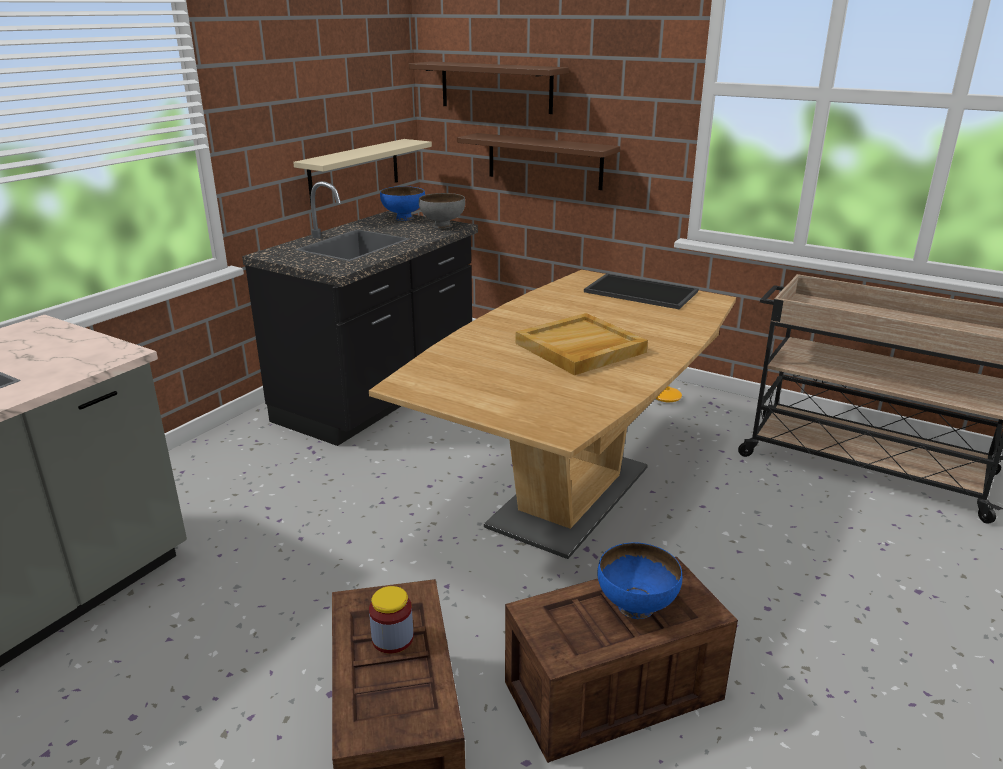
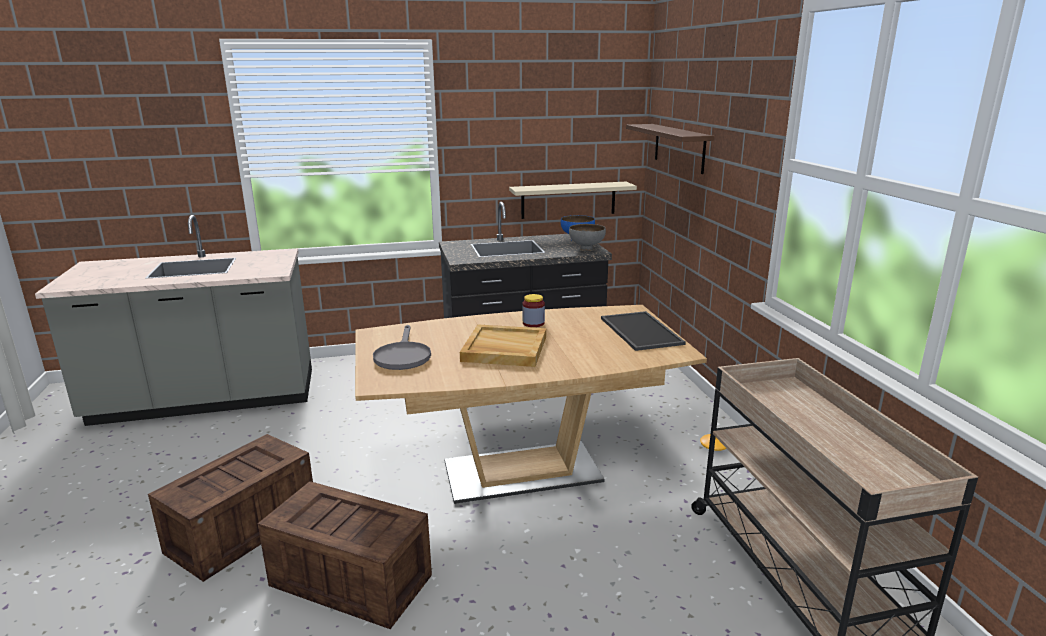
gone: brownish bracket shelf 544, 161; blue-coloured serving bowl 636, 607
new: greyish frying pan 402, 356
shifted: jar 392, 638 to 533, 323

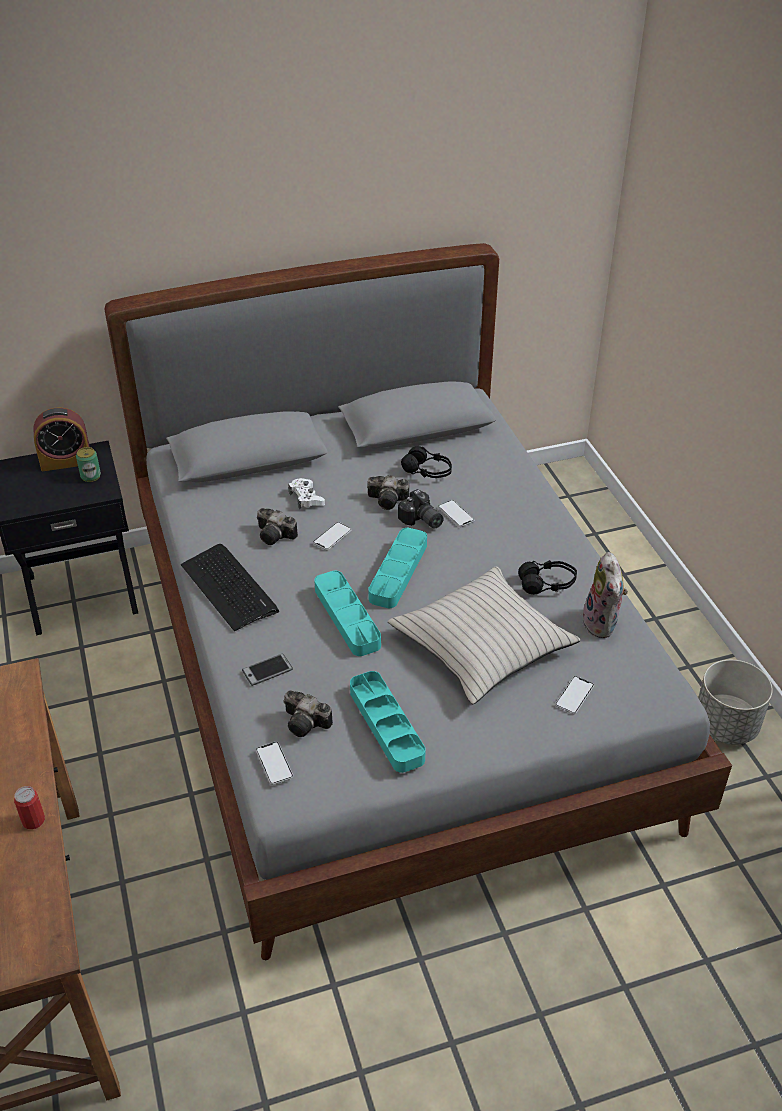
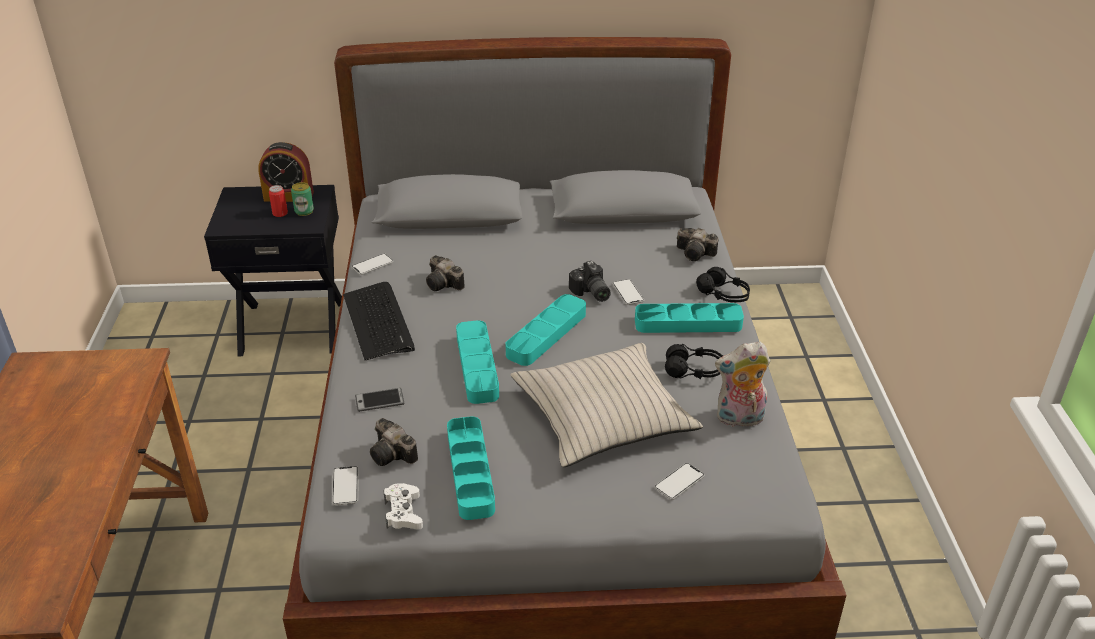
gone: greyish flower pot 726, 726
new: turquoise tray 688, 323
shifted: sealed can 33, 820 to 280, 213; white-coloured joypad 306, 498 to 403, 513; telephone 332, 537 to 372, 265; photo camera 389, 500 to 696, 254; black-coloured headset 427, 471 to 723, 295
rotated: soft toy 602, 624 = 739, 419 75 degrees clockwise

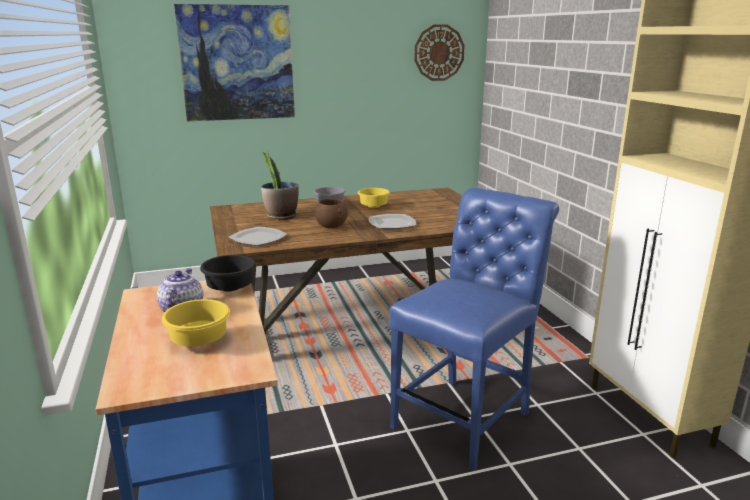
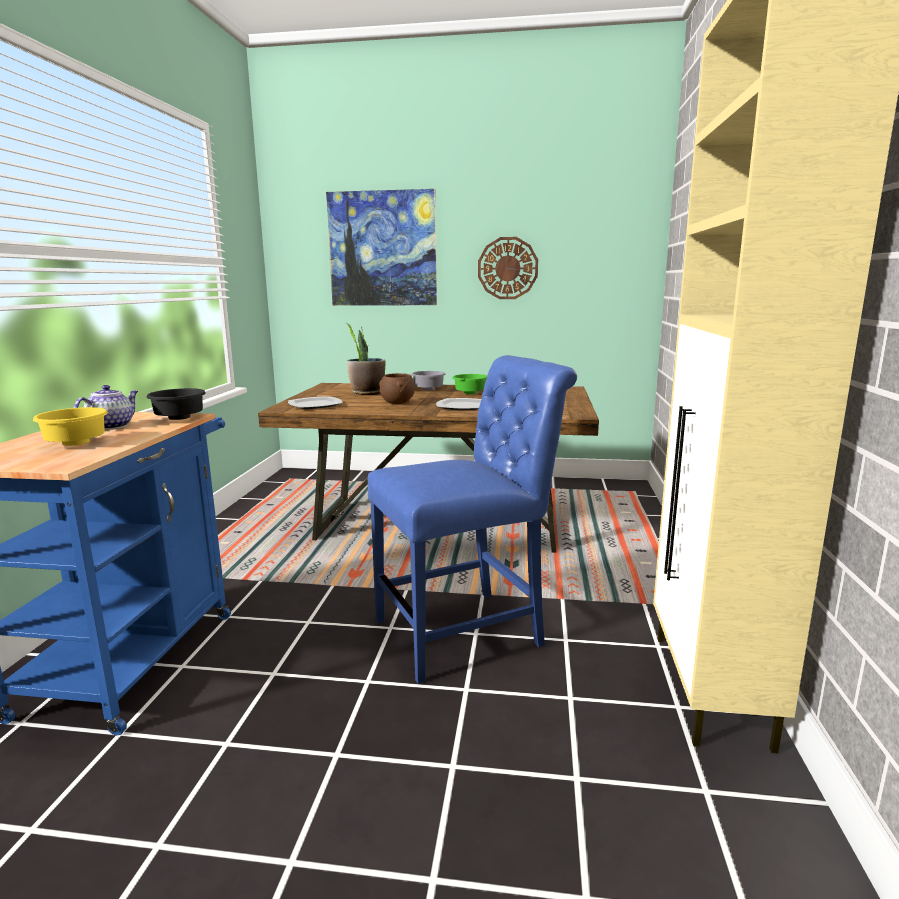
shifted: wall clock 439, 52 to 507, 268
repainted: yellow serving bowl 372, 207 to green-coloured serving bowl 469, 394

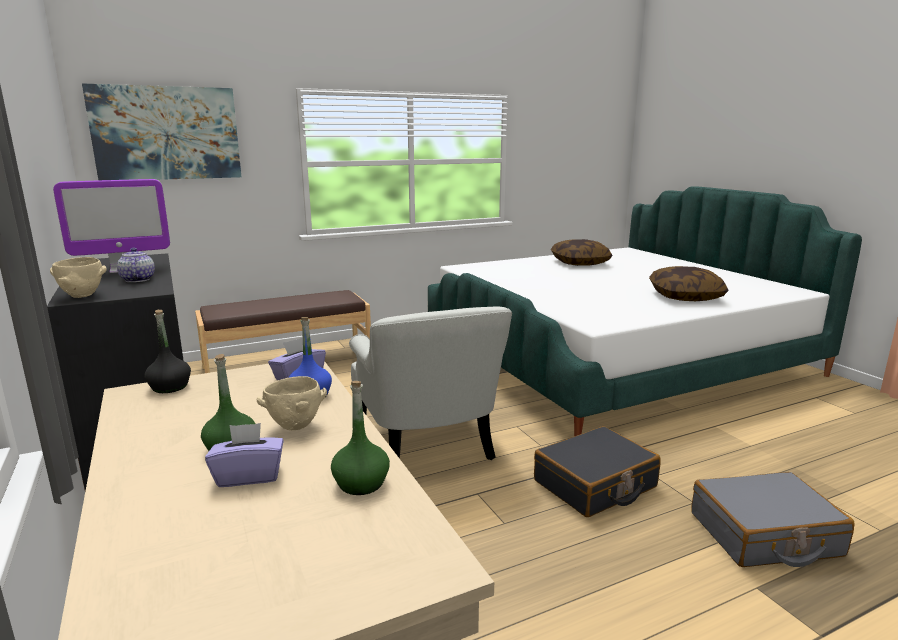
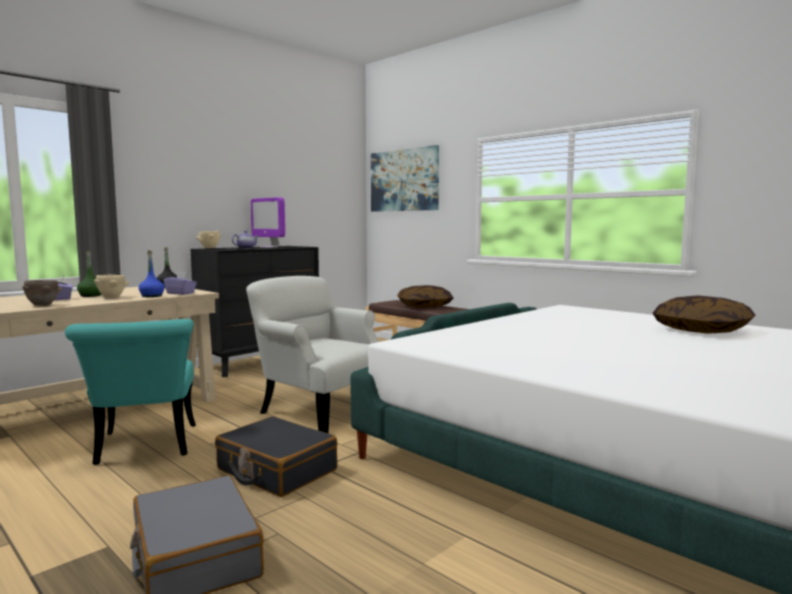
new: turquoise chair 145, 449
shifted: pillow 685, 297 to 424, 306
swapped: green-coloured beverage bottle 361, 483 to brownish serving bowl 43, 305
rotated: white-coloured armchair 428, 443 = 321, 409 75 degrees clockwise

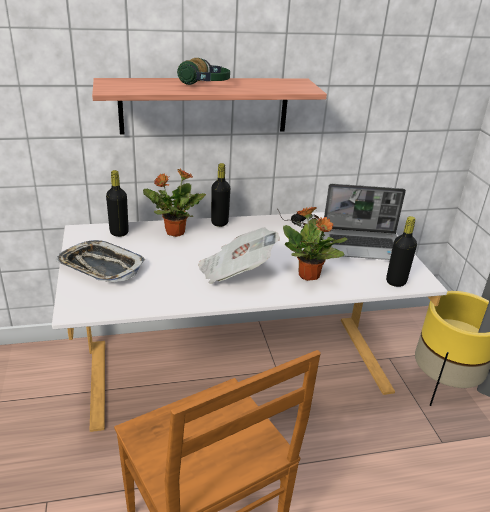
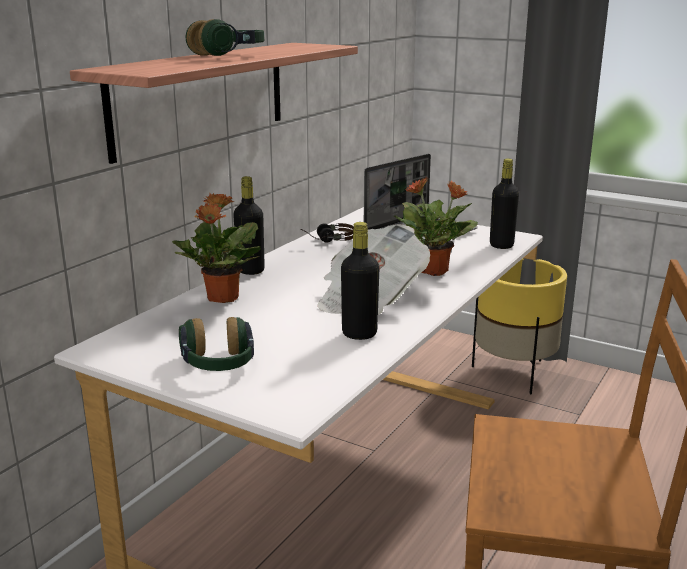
shifted: black-coloured beverage bottle 119, 232 to 359, 334
swapped: tray 101, 267 to headset 219, 364

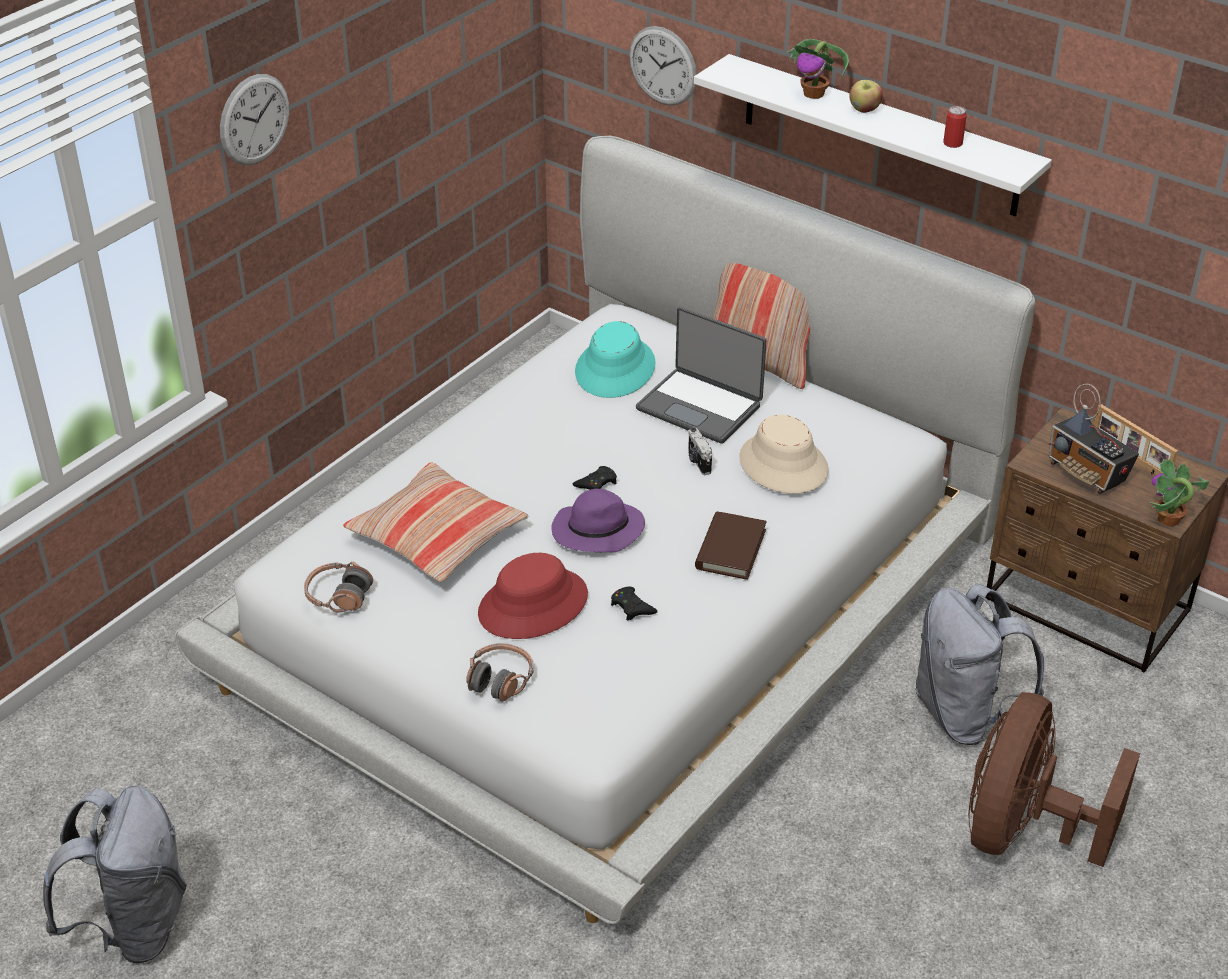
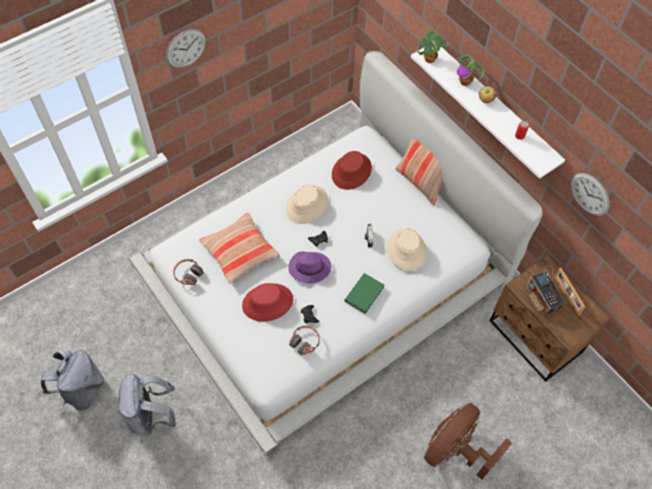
gone: notebook computer 700, 406
new: beige-coloured clothing hat 307, 205
shifted: headset 500, 680 to 305, 342; wall clock 663, 66 to 589, 194; greyish backpack 964, 715 to 151, 416; plant in a pot 1168, 520 to 429, 59
repainted: turquoise clothing hat 615, 369 to reddish clothing hat 351, 171; brownish bound book 730, 549 to green-coloured bound book 364, 294

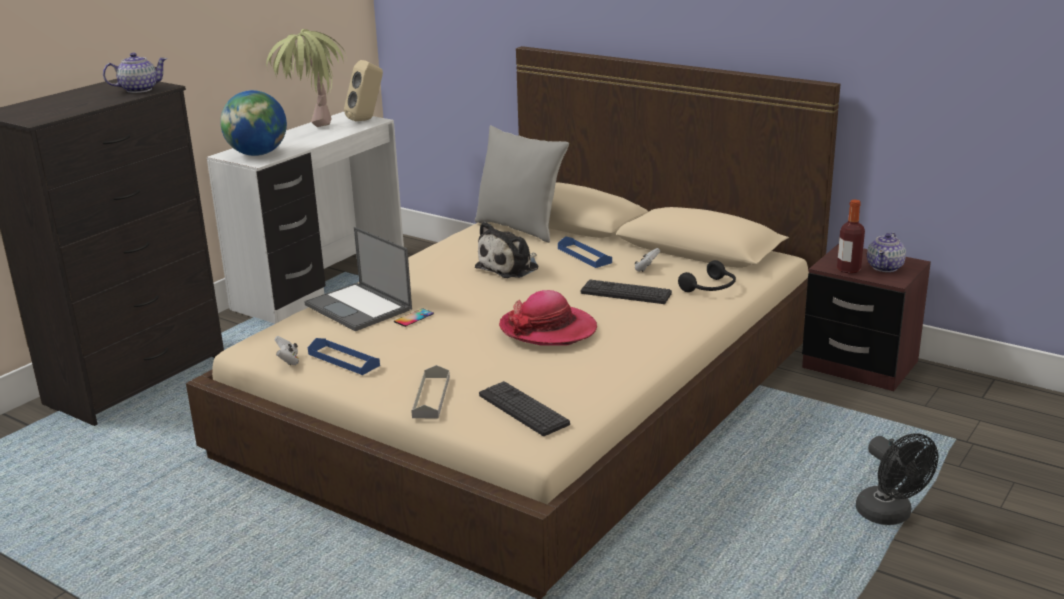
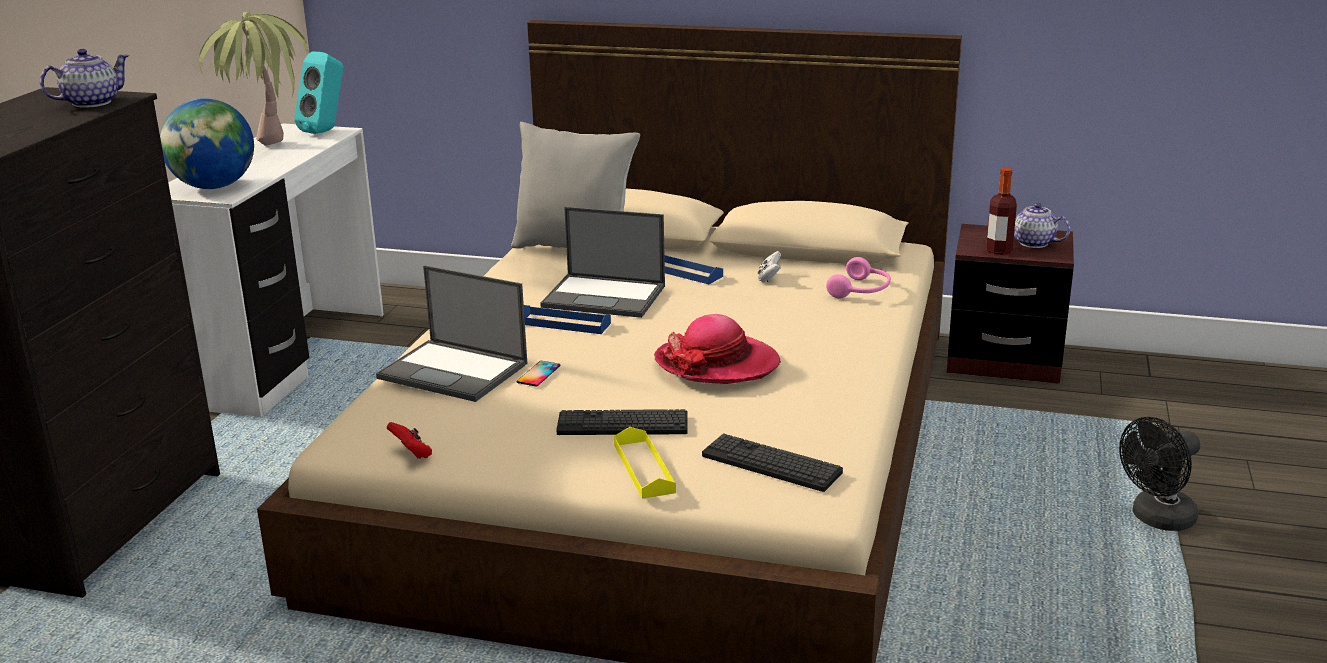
shifted: blue-coloured tray 343, 360 to 564, 323; PC keyboard 626, 293 to 622, 424
swapped: soft toy 510, 267 to notebook computer 605, 296
repainted: white-coloured joypad 288, 361 to reddish joypad 412, 454; beige-coloured audio speaker 367, 119 to turquoise audio speaker 326, 131; greyish tray 431, 397 to yellow tray 644, 468; black-coloured headset 710, 288 to pinkish headset 862, 291
rotated: black-coloured cooling fan 890, 516 = 1157, 519 105 degrees clockwise; pot for tea 885, 267 = 1034, 243 120 degrees clockwise

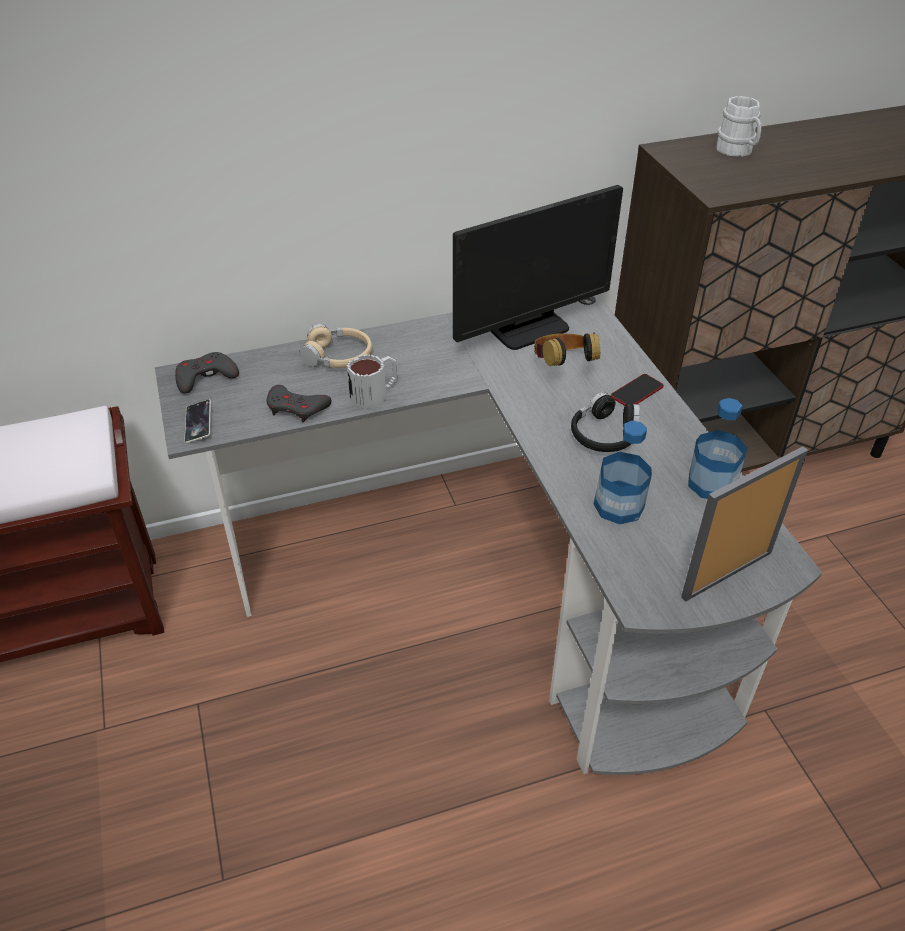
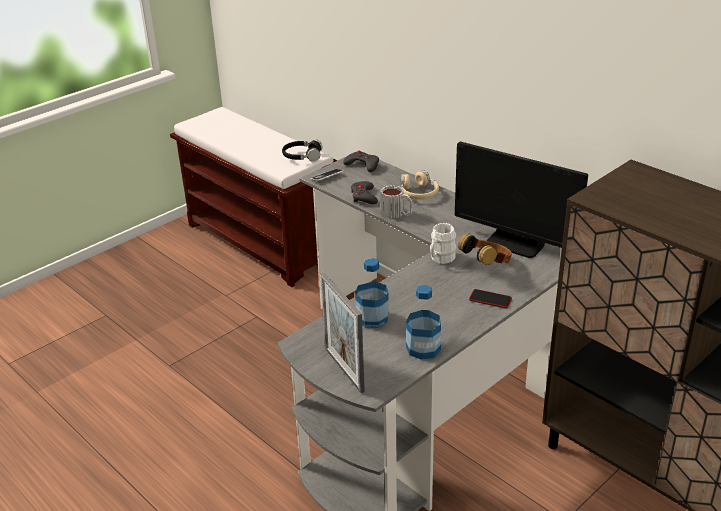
shifted: black-coloured headset 605, 434 to 302, 156; white-coloured coffee mug 737, 151 to 440, 258
rotated: picture frame 727, 574 = 344, 369 150 degrees counterclockwise

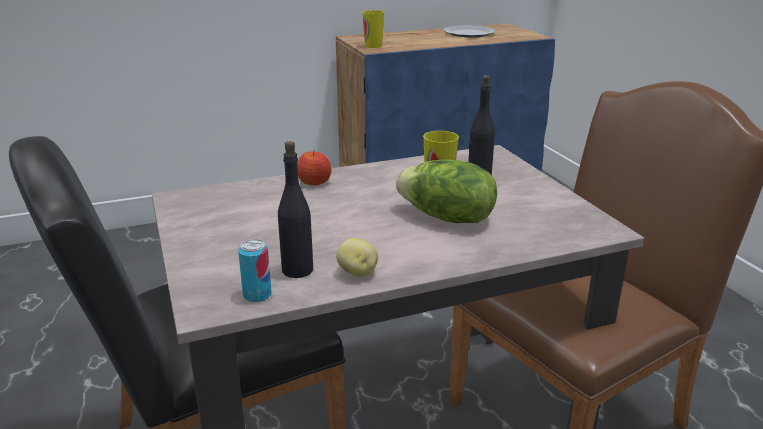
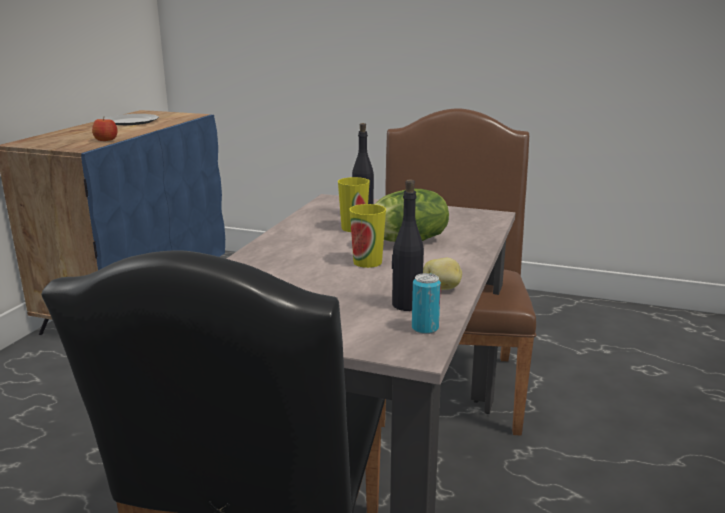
shifted: apple fruit 315, 182 to 106, 140; cup 373, 46 to 367, 262

